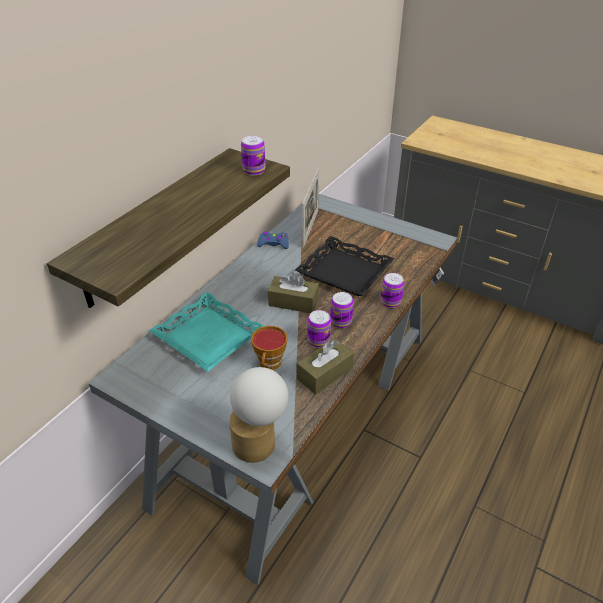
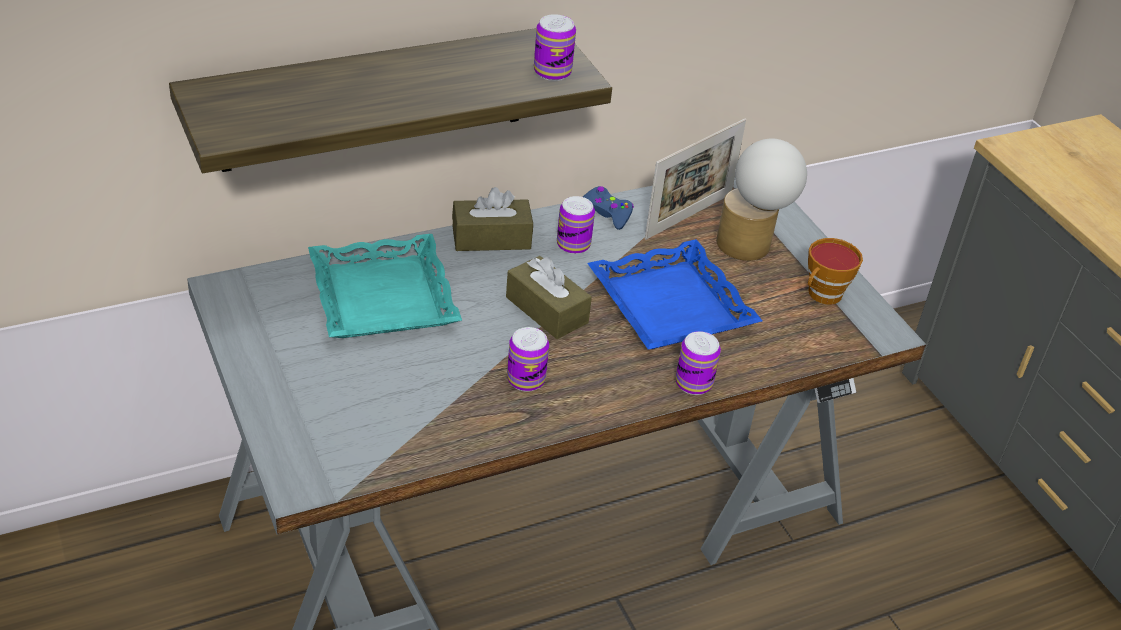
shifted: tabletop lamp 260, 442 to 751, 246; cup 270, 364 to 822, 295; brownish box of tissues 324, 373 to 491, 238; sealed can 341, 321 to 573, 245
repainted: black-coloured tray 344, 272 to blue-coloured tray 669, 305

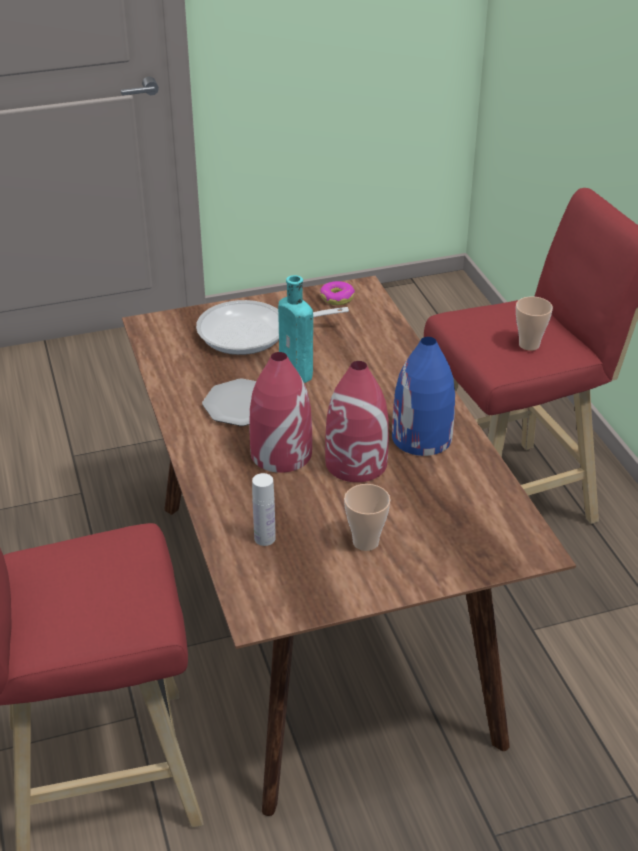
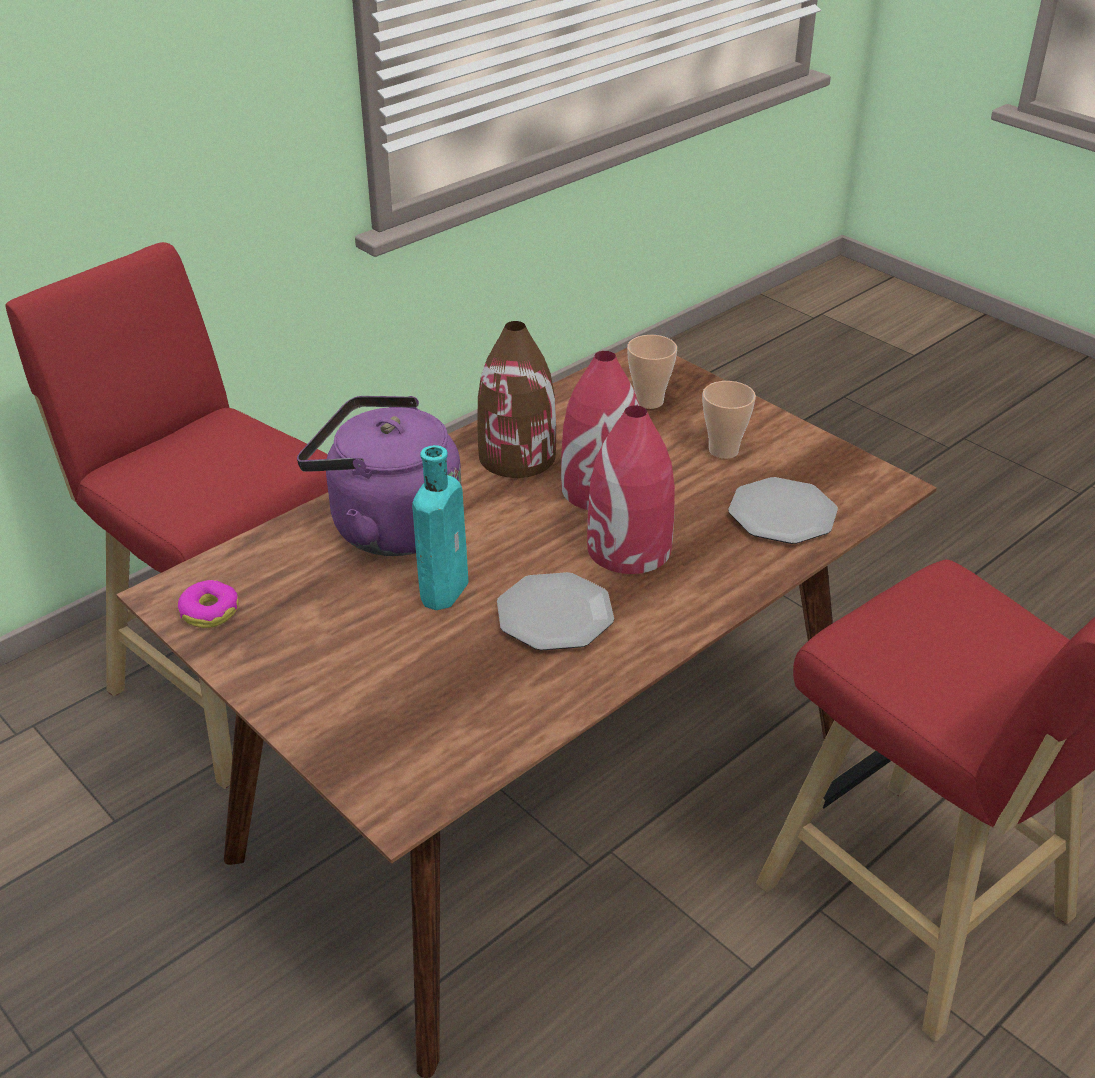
gone: frying pan 252, 333
new: purplish tea kettle 388, 526
shifted: cup 529, 345 to 649, 401
swapped: white-coloured beverage bottle 265, 538 to flat dish 781, 515
repainted: blue-coloured decorative vase 421, 438 to brownish decorative vase 518, 457

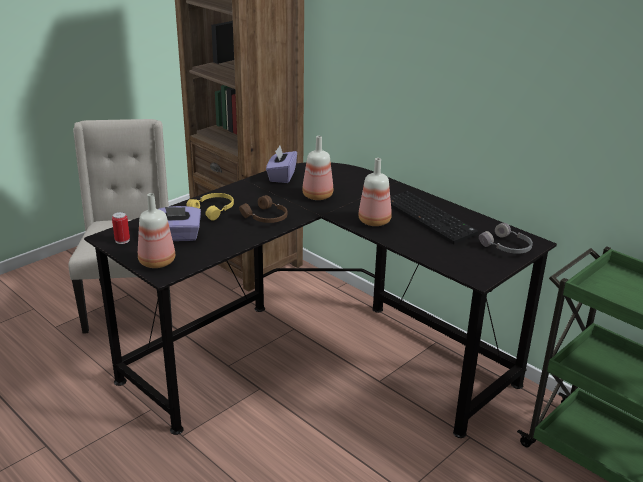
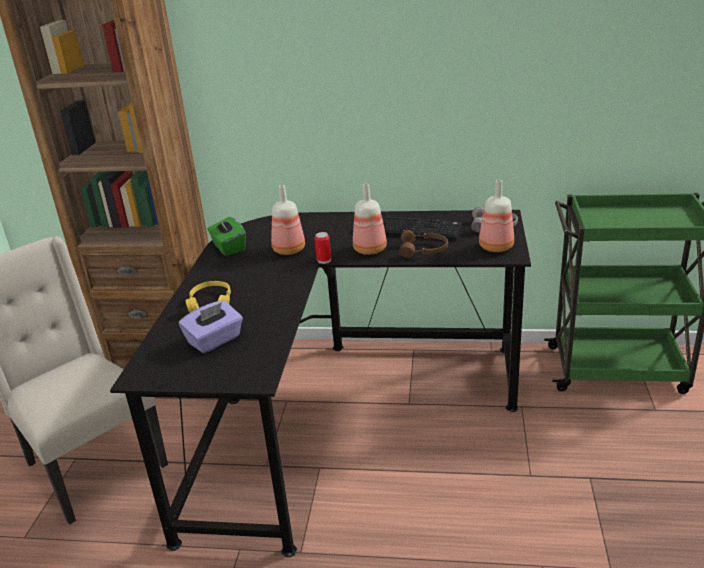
shifted: sealed can 122, 240 to 324, 260; beverage bottle 156, 262 to 495, 248; brownish headset 265, 218 to 424, 250
repainted: purplish box of tissues 281, 176 to green-coloured box of tissues 228, 247

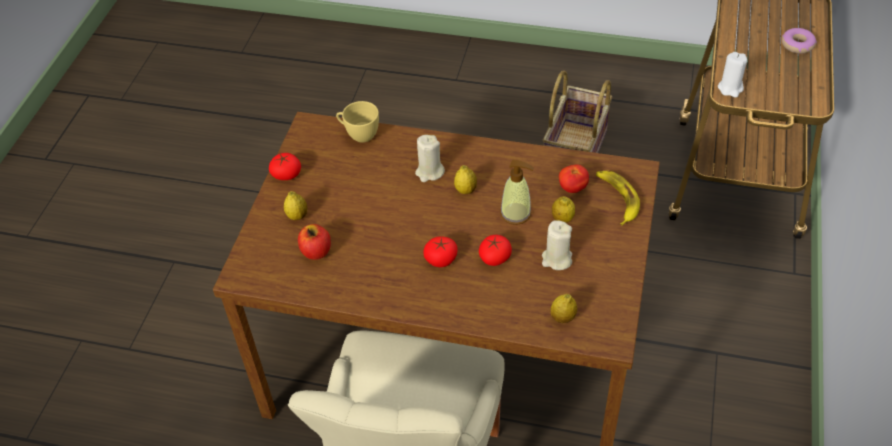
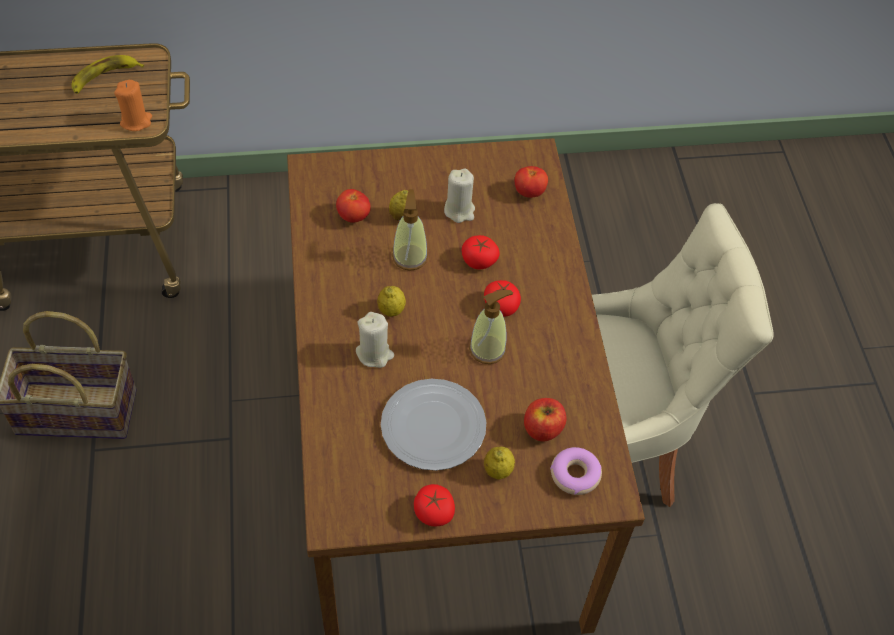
gone: yellow cup 359, 134
new: flat dish 435, 427; liquid soap bottle 488, 349
shifted: whole banana 617, 198 to 105, 77; doughnut 797, 45 to 575, 474
swapped: citrus fruit 563, 317 to whole tomato 529, 192
repainted: white-coloured wax light 730, 88 to orange wax light 136, 121

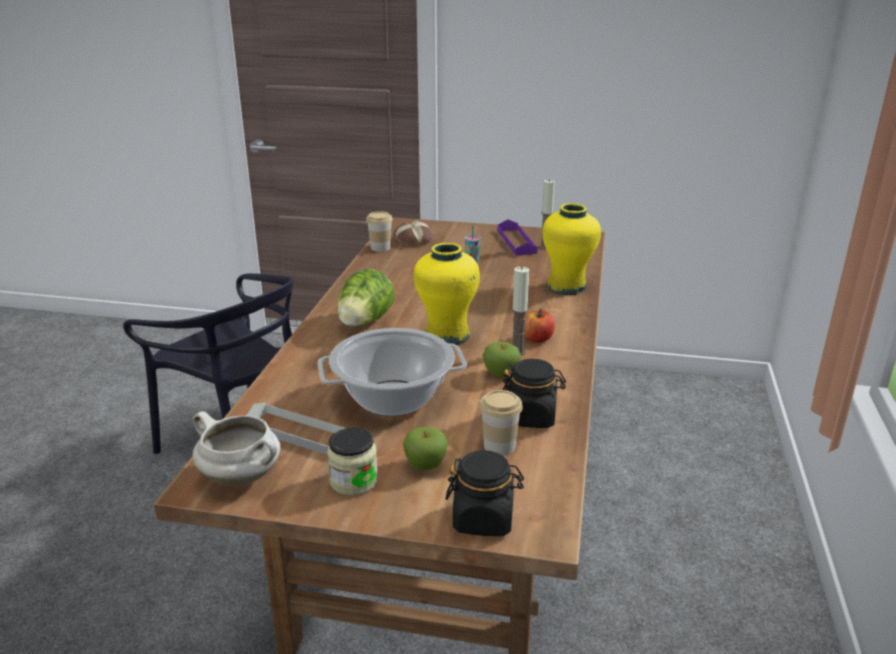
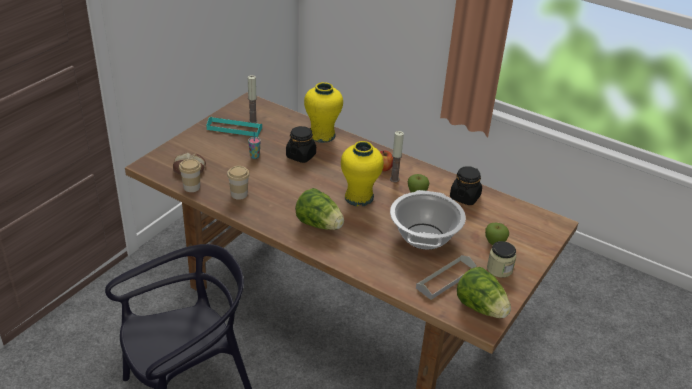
shifted: black-coloured jar 483, 519 to 301, 156; cup 499, 446 to 239, 194
swapped: white-coloured stockpot 242, 477 to head of lettuce 481, 308
repainted: purplish tray 516, 242 to turquoise tray 234, 129

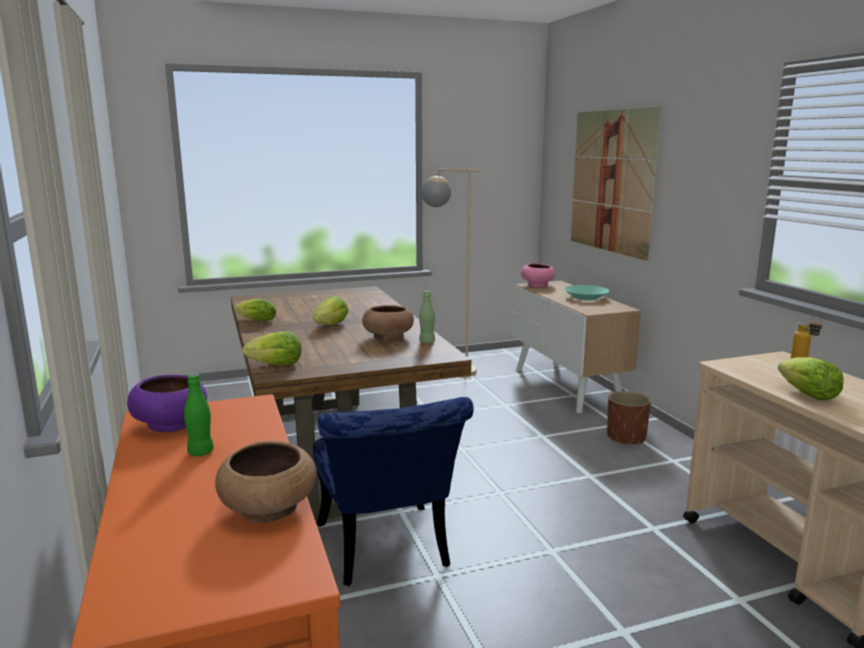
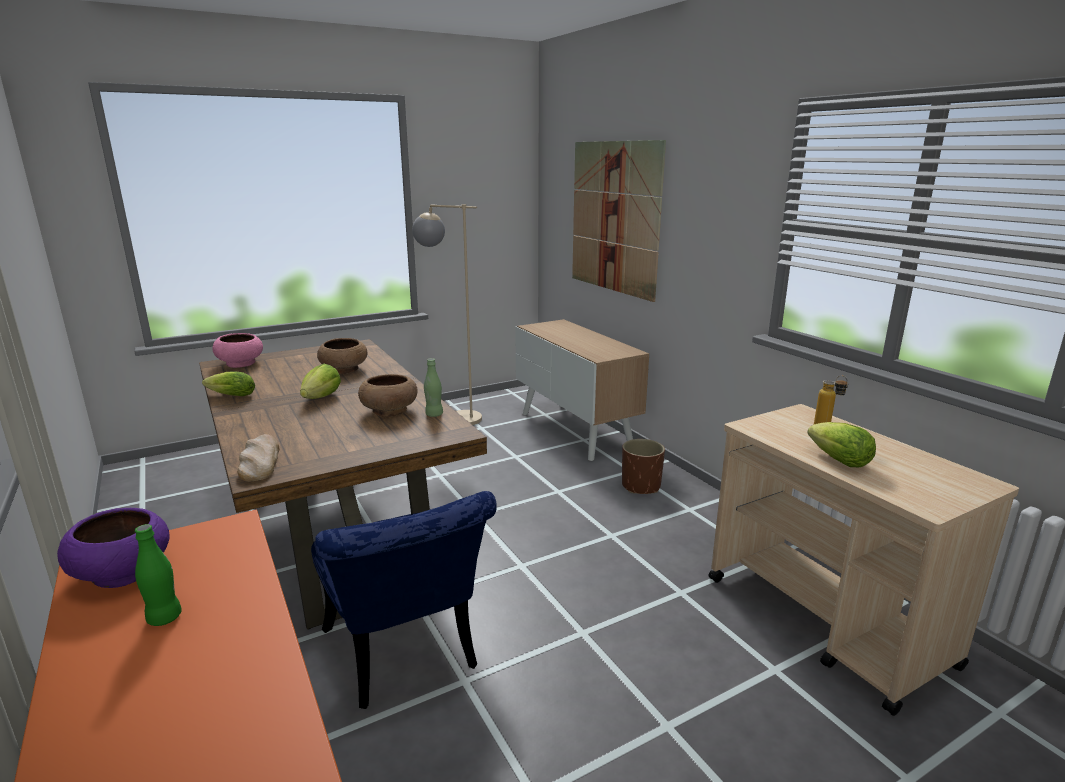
gone: turquoise serving bowl 586, 297
shifted: brownish serving bowl 269, 508 to 344, 370; pinkish serving bowl 537, 285 to 241, 363
swapped: head of lettuce 276, 365 to baked bread 259, 462

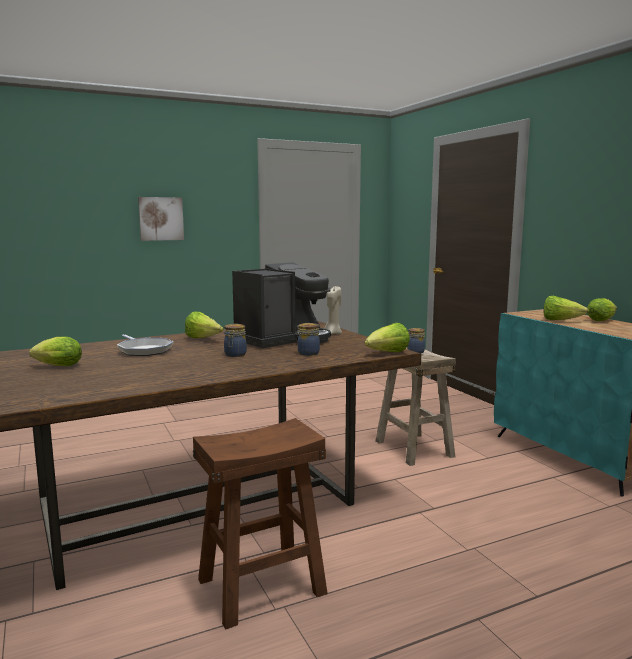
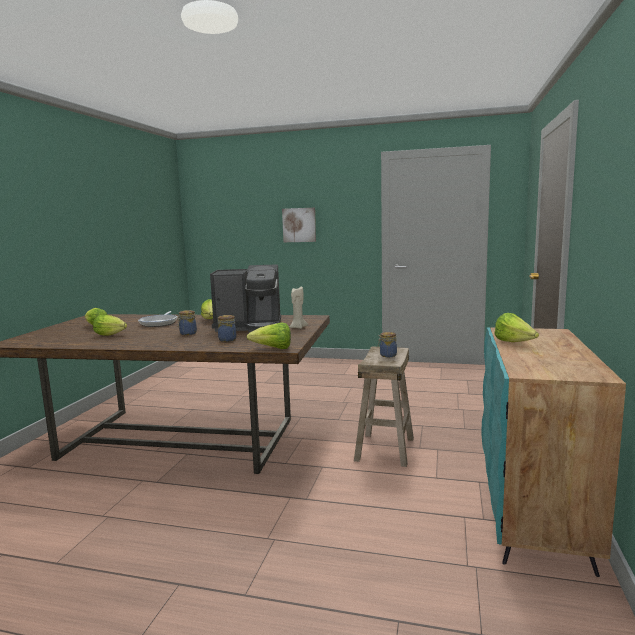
gone: brownish stool 261, 587
shifted: head of lettuce 602, 320 to 111, 335

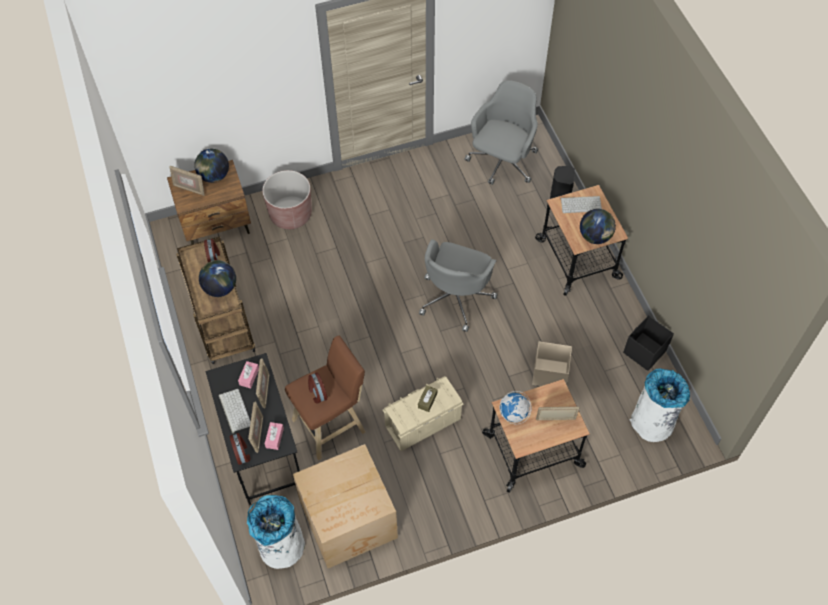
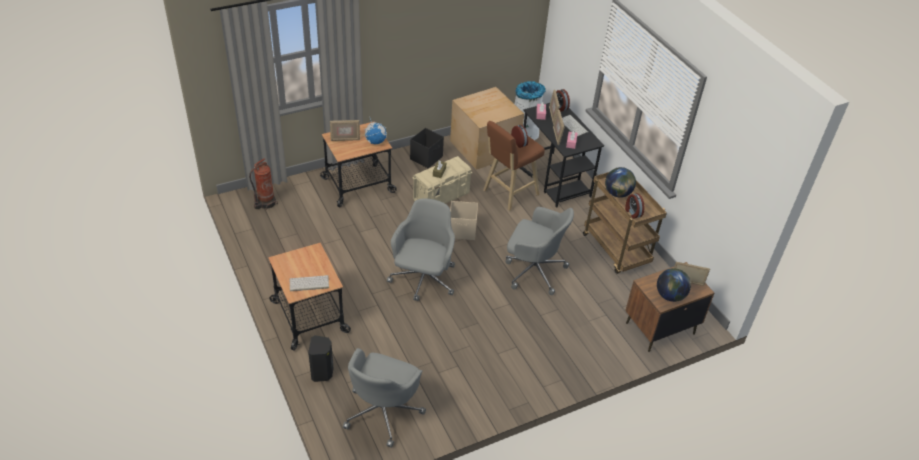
gone: brownish flower pot 291, 214; desk globe 595, 236
new: greyish computer chair 533, 270
shifted: beige-coloured storage bin 549, 373 to 462, 231; black-coloured storage bin 644, 352 to 426, 158
swapped: white-coloured rubbish bin 652, 423 to fire extinguisher 265, 203

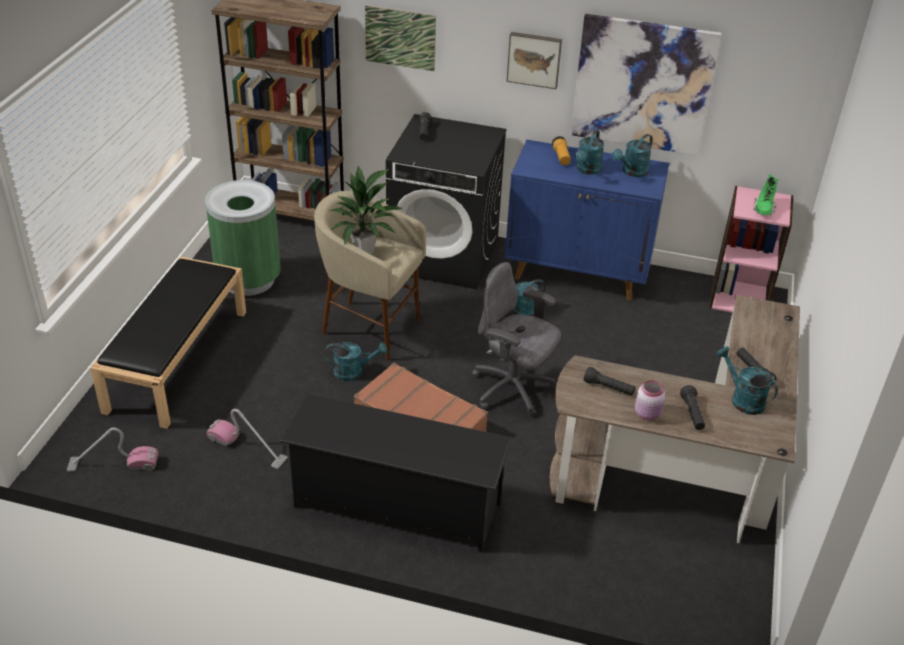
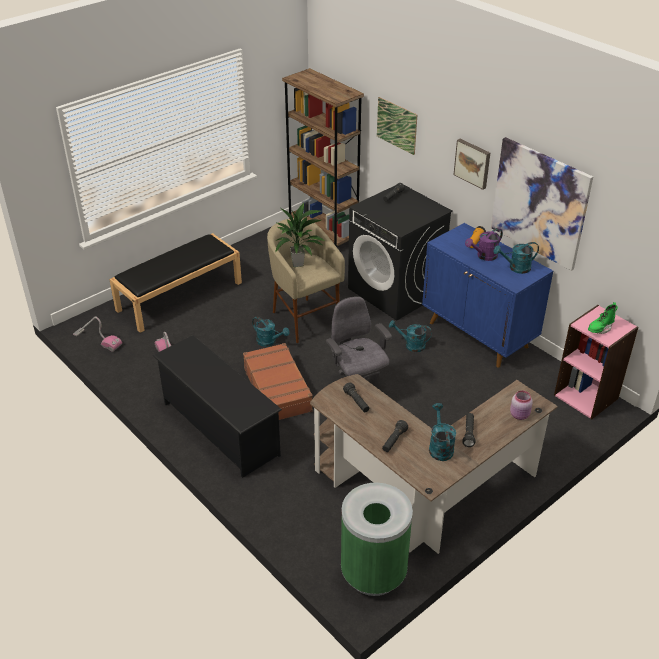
shifted: green-coloured rubbish bin 248, 280 to 373, 573; pinkish jar 648, 414 to 520, 415
repainted: turquoise sprinkling can 587, 170 to purplish sprinkling can 484, 256

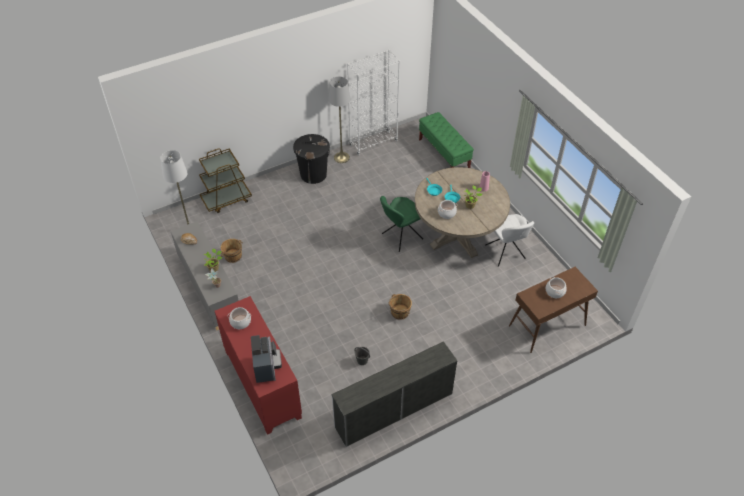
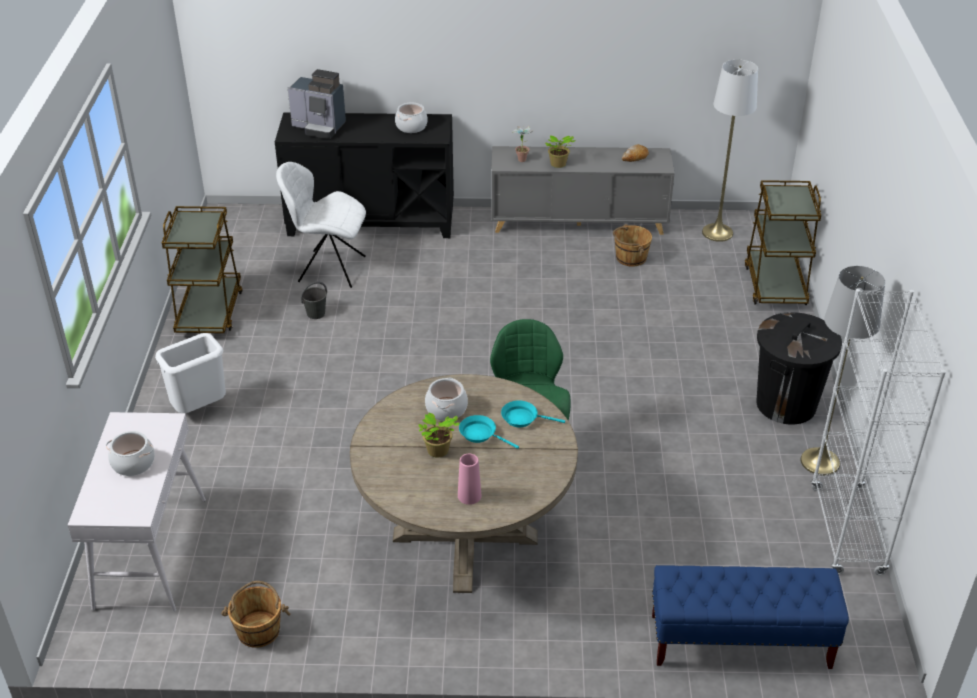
new: white-coloured rubbish bin 200, 410
shifted: brownish bucket 399, 312 to 258, 629; white-coloured chair 505, 253 to 329, 268
swapped: white-coloured drawer chest 393, 410 to brownish trolley 210, 312
repainted: reddish cabinet 261, 384 to black-coloured cabinet 371, 221; green-coloured indoor bench 444, 154 to blue-coloured indoor bench 739, 642; brownish narrow table 547, 326 to white-coloured narrow table 151, 552

